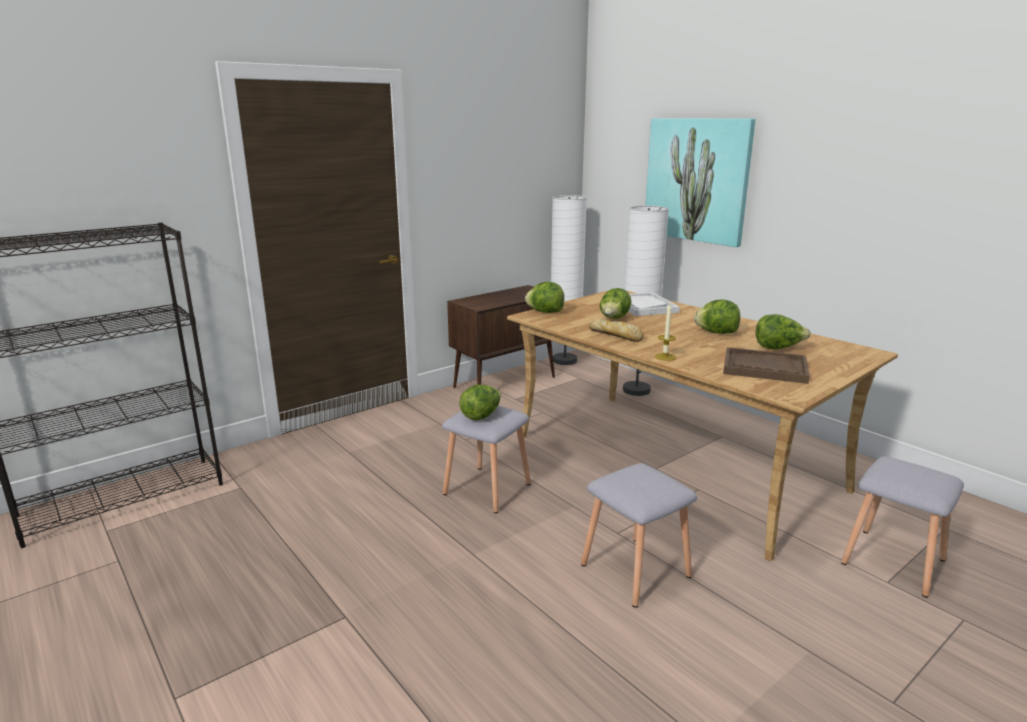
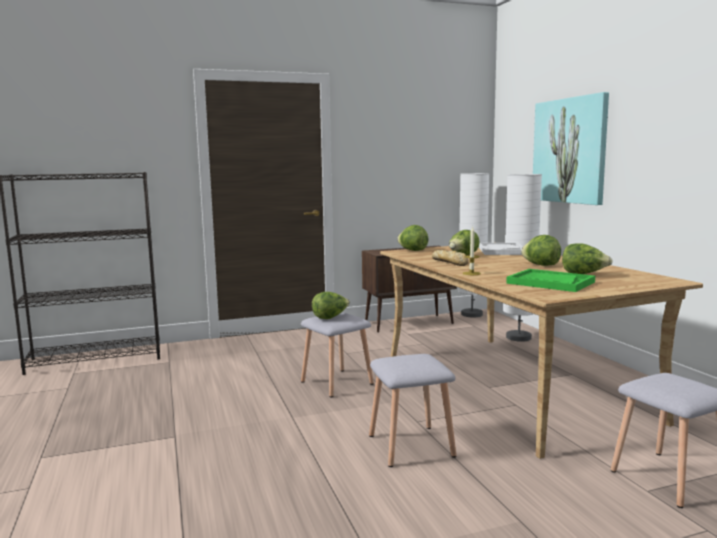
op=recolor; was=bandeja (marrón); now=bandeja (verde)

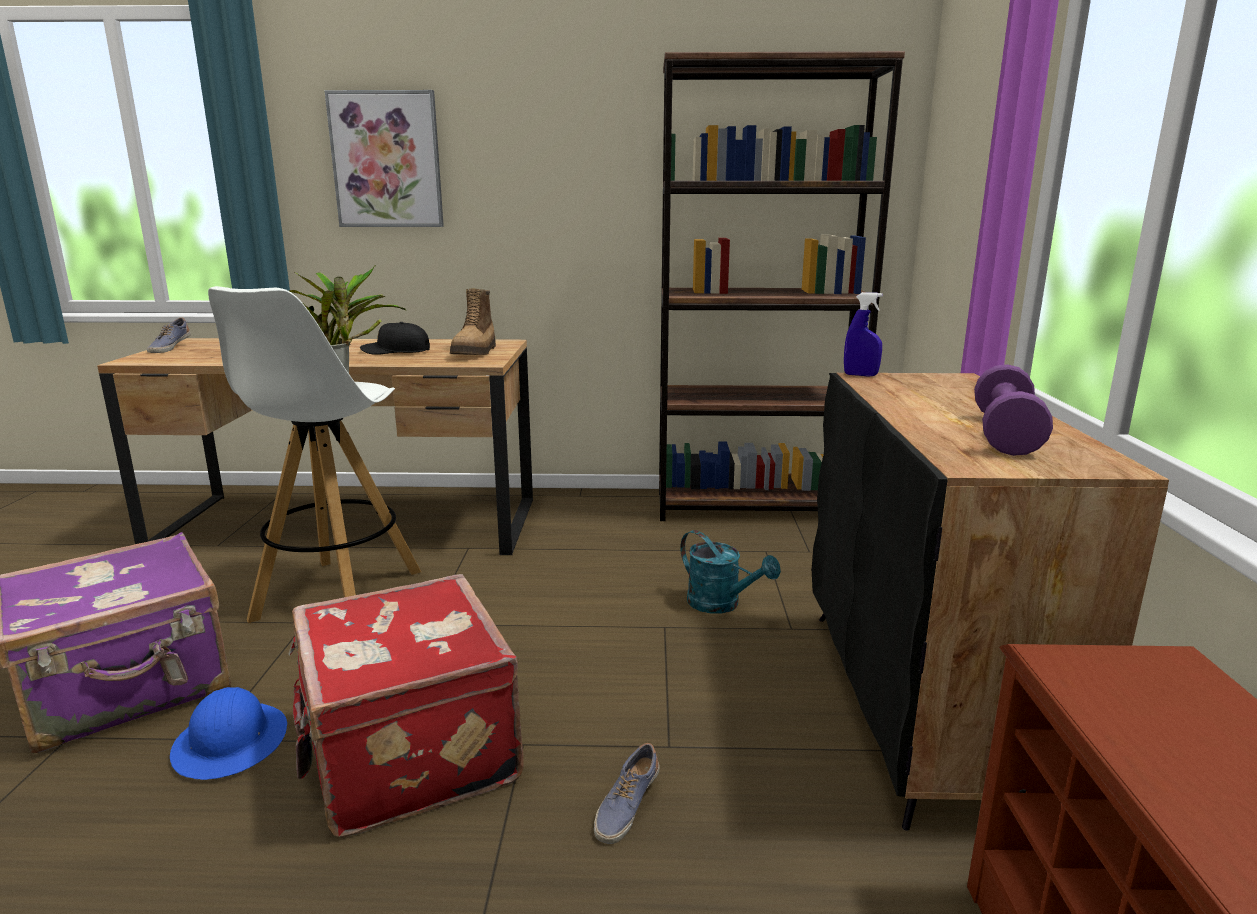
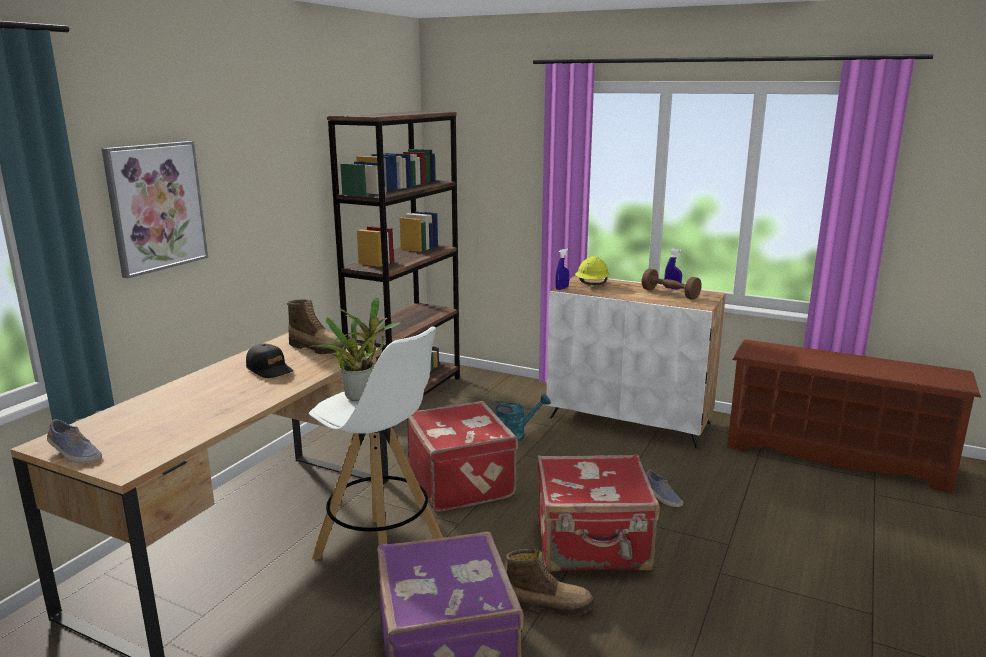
op=rotate; was=gorra (negro); clockwise=-75
op=recolor; was=mancuerna (morado); now=mancuerna (marrón)
op=recolor; was=armario (negro); now=armario (blanco)
op=replace; was=casco (azul); now=bota (2nd from left)
op=insert; now=pulverizador (azul) (2nd from left)
op=insert; now=casco (amarillo)
op=insert; now=maleta (rojo) (1st from left)

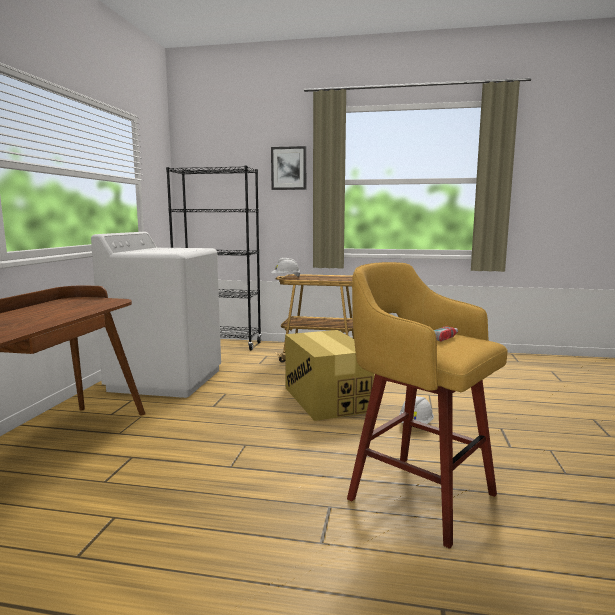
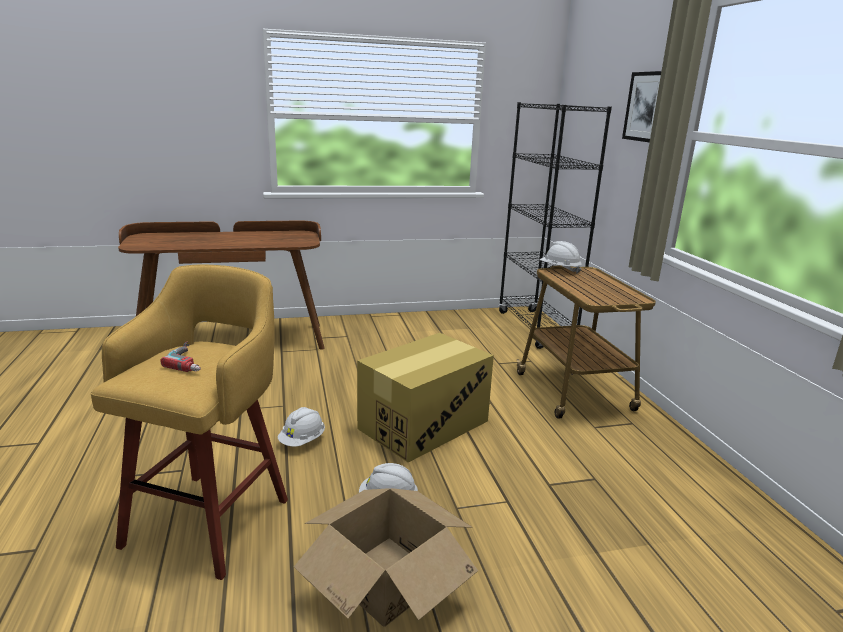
op=delete; was=lavadora (blanco)
op=insert; now=casco (blanco) (1st from left)
op=insert; now=caja de cartón (1st from left)

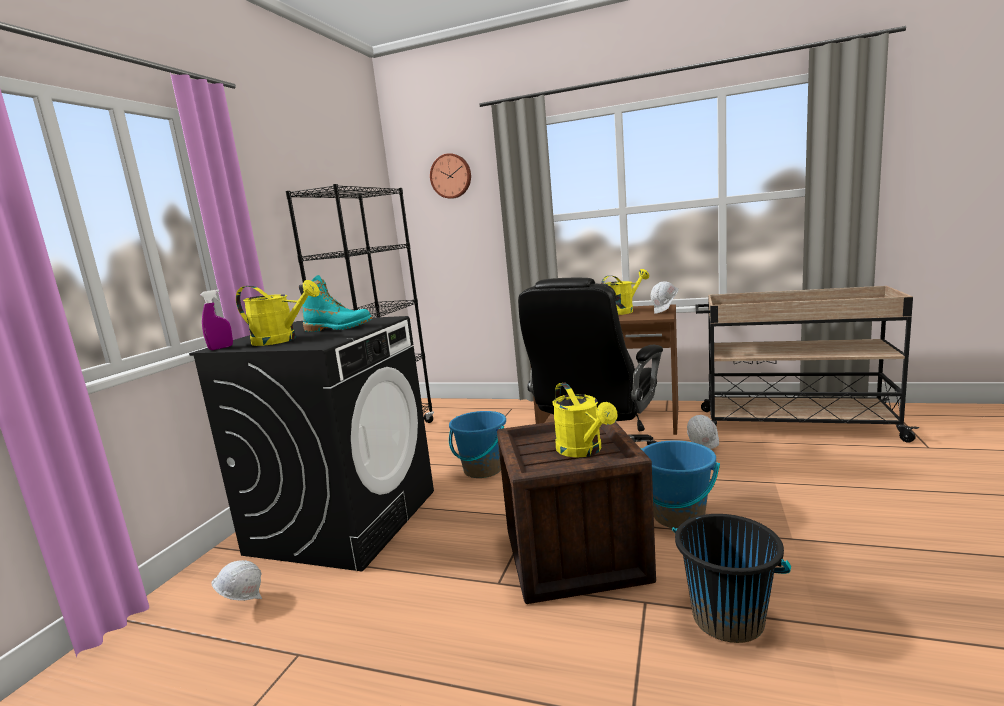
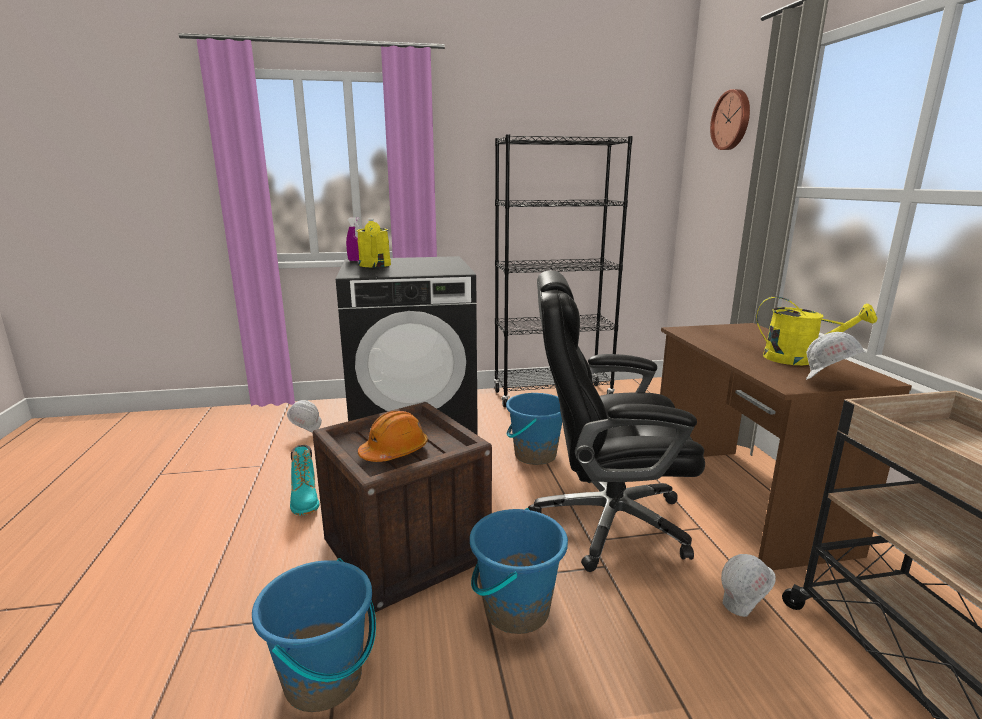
op=move; was=bota (turquesa)
op=replace; was=regadera (amarillo) (2nd from left); now=casco (naranja)
op=recolor; was=cubo (negro); now=cubo (azul) (1st from left)

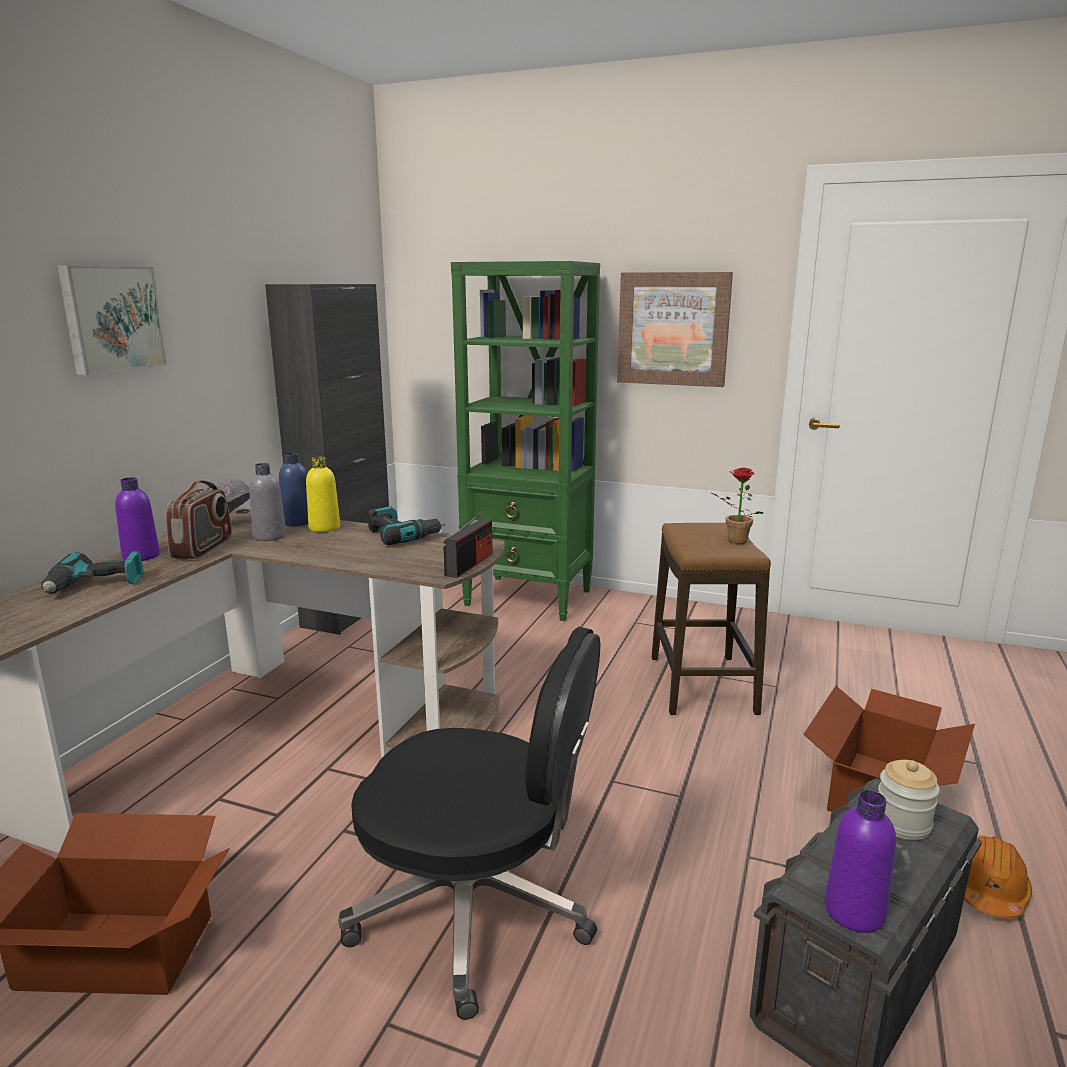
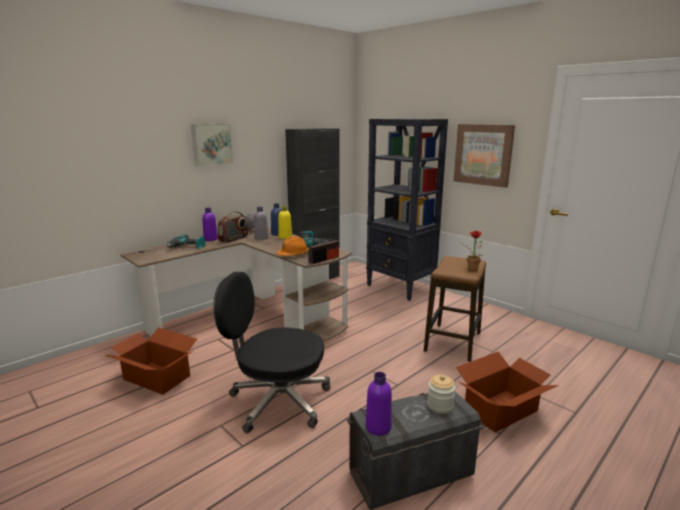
op=recolor; was=estantería (verde); now=estantería (negro)
op=rotate; was=silla de oficina (negro); clockwise=150
op=move; was=casco (naranja)

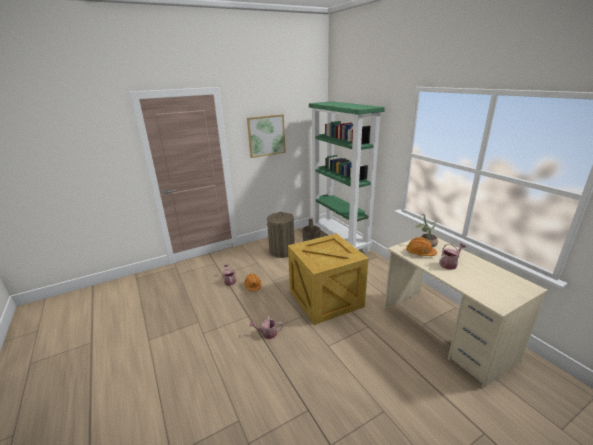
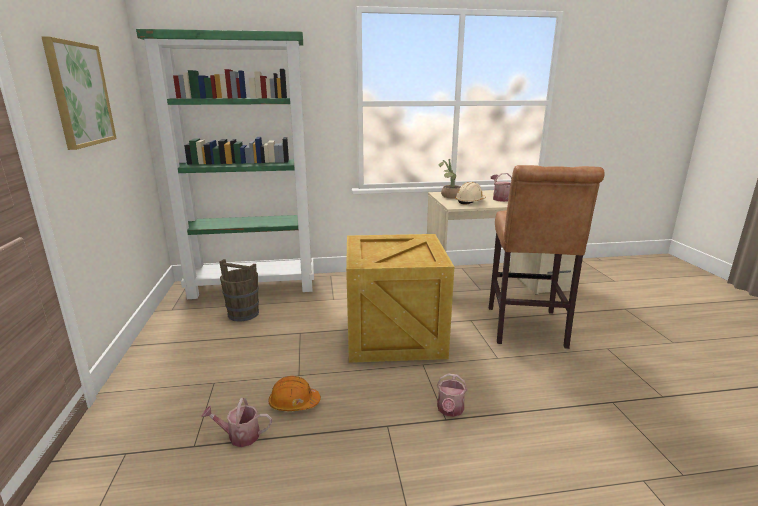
op=delete; was=cesto de la ropa
op=recolor; was=casco (naranja) (2nd from left); now=casco (beis)
op=insert; now=taburete (marrón)

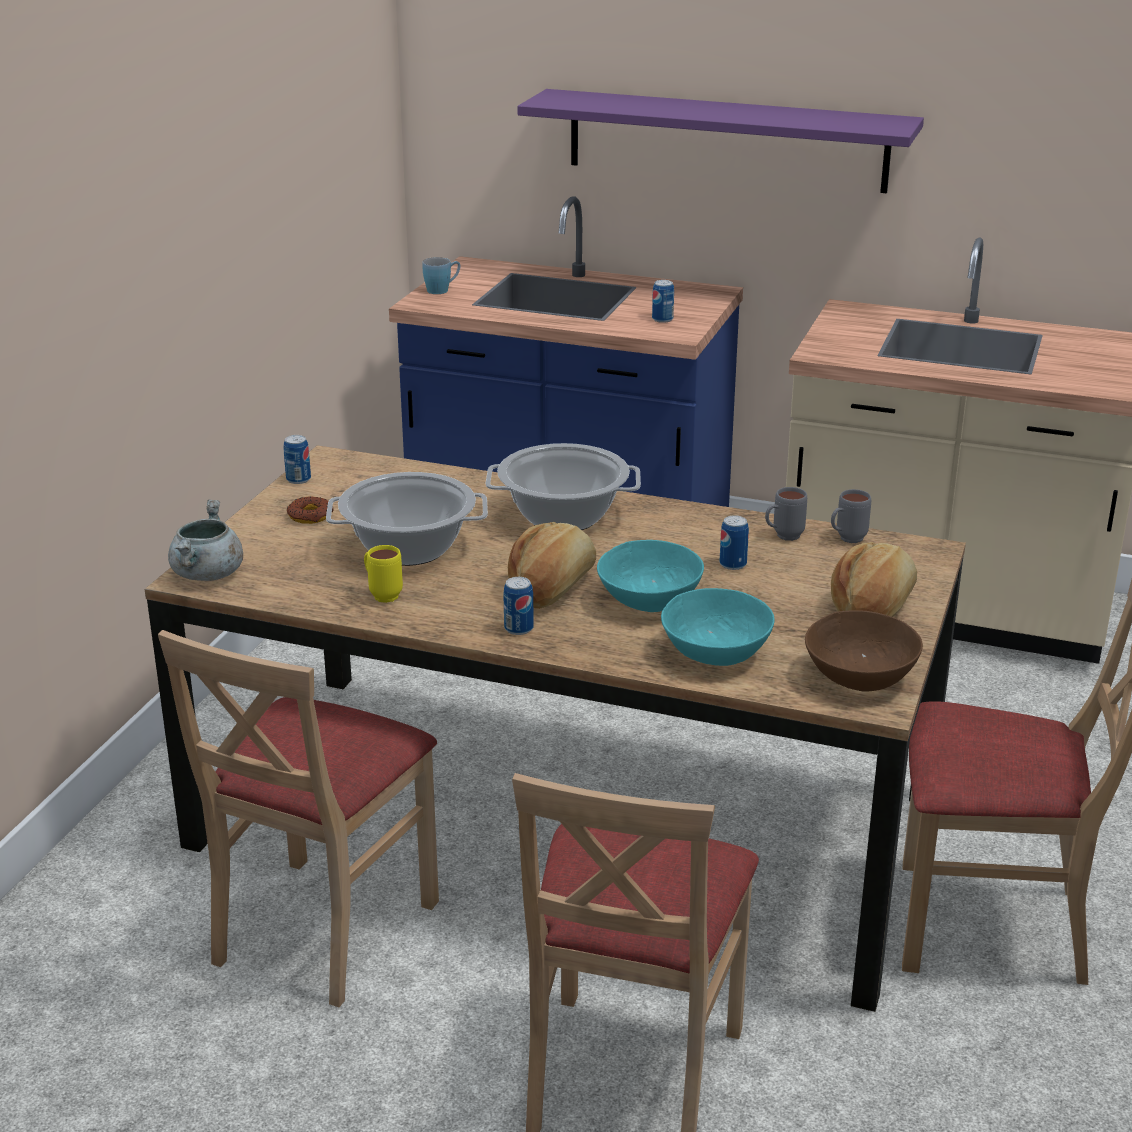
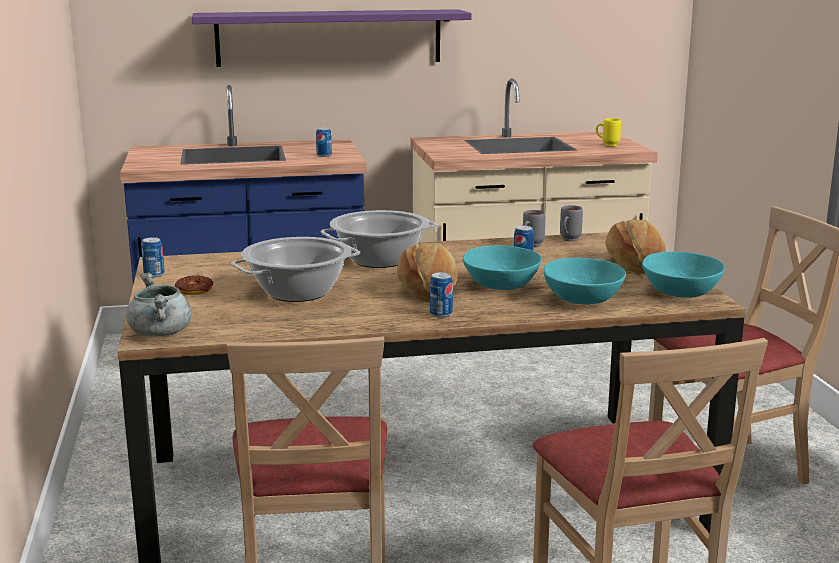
op=delete; was=taza grande (azul)
op=move; was=taza grande (amarillo)
op=recolor; was=cuenco (marrón); now=cuenco (turquesa) (3rd from left)

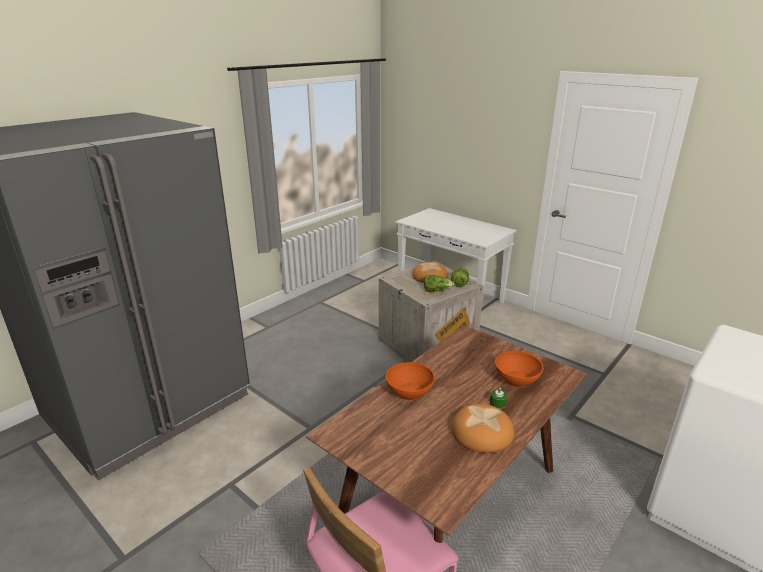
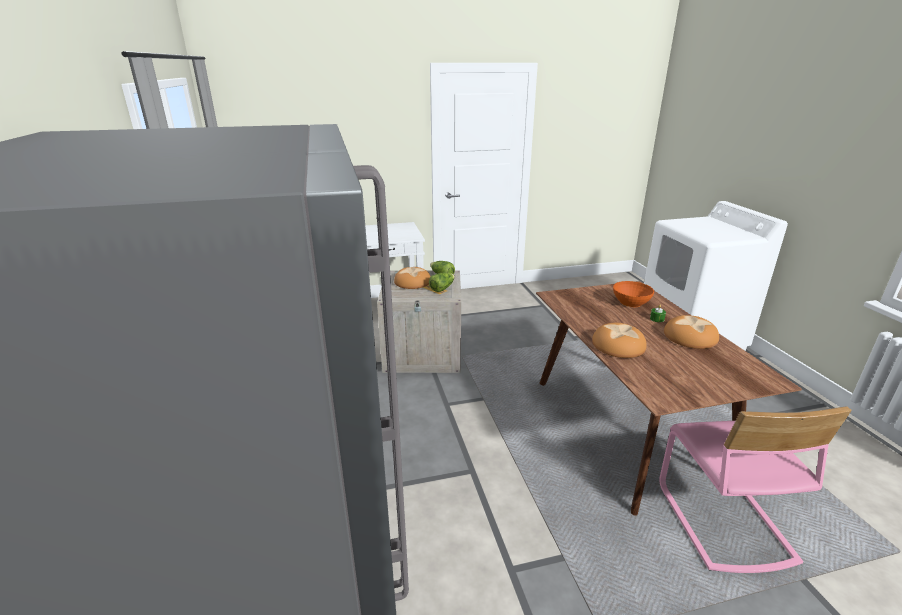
op=replace; was=cuenco (naranja) (1st from left); now=pan (2nd from left)

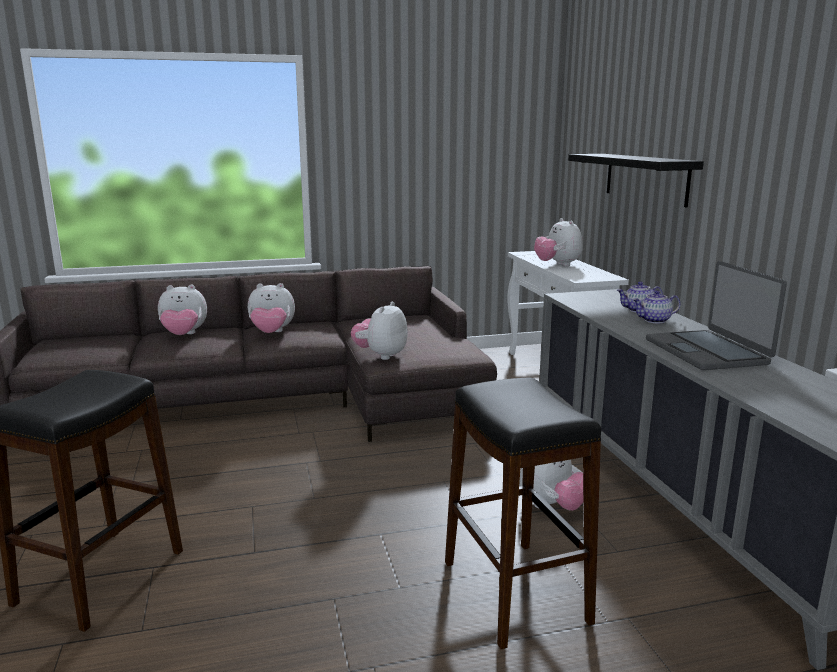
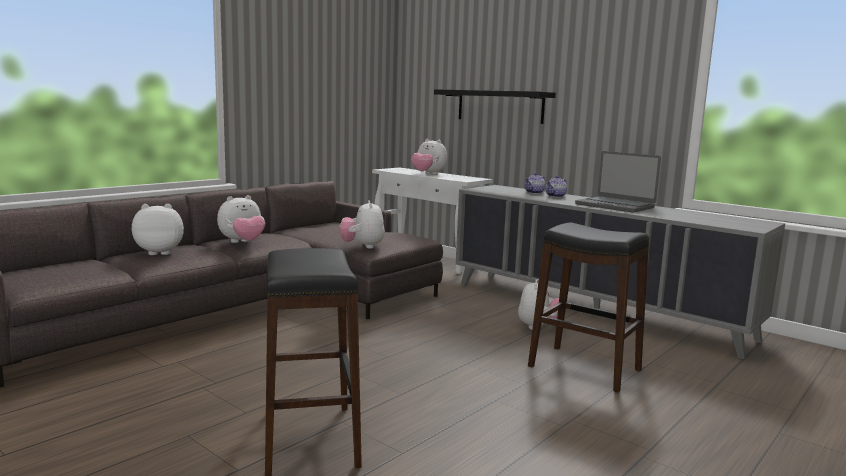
op=rotate; was=peluche (1st from left); clockwise=-150

